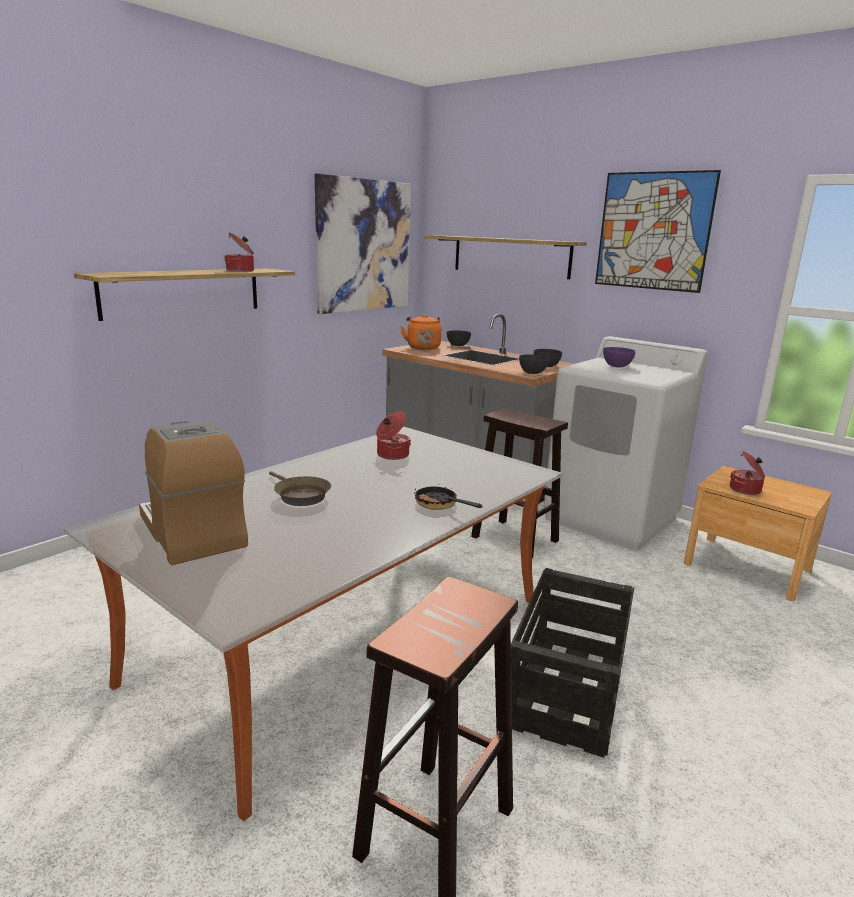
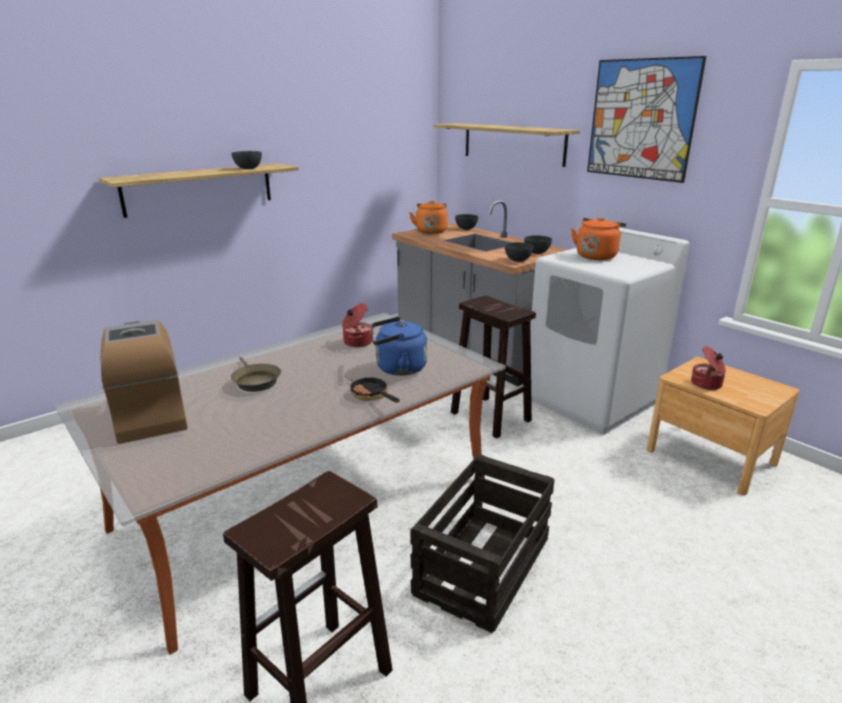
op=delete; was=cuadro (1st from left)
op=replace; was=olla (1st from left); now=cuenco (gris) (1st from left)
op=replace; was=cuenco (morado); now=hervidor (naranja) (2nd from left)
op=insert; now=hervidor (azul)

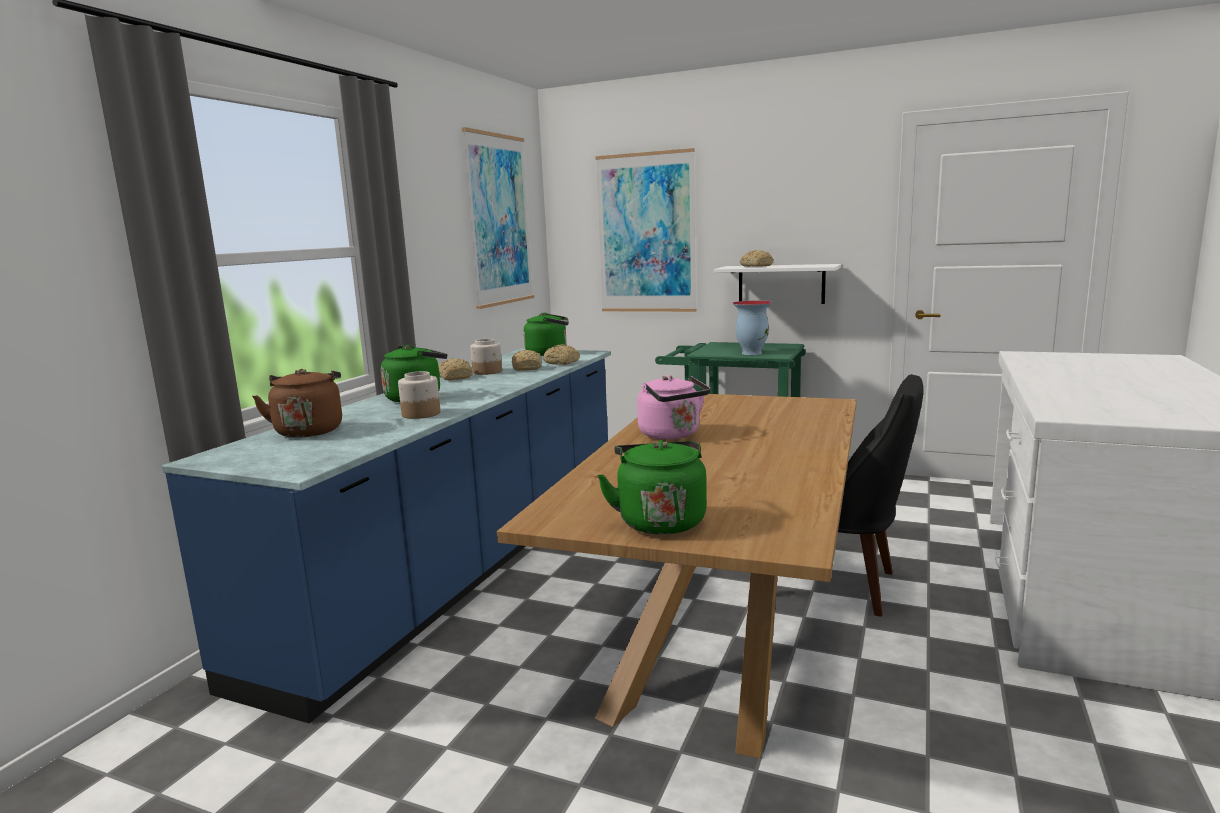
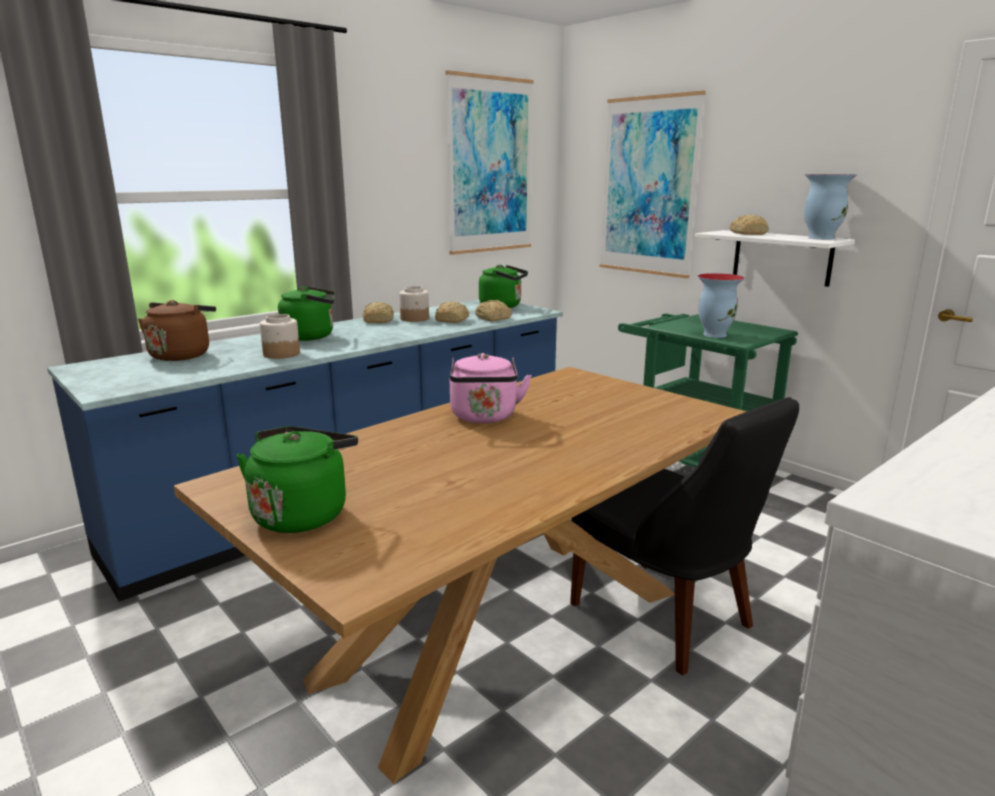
op=insert; now=florero (2nd from left)

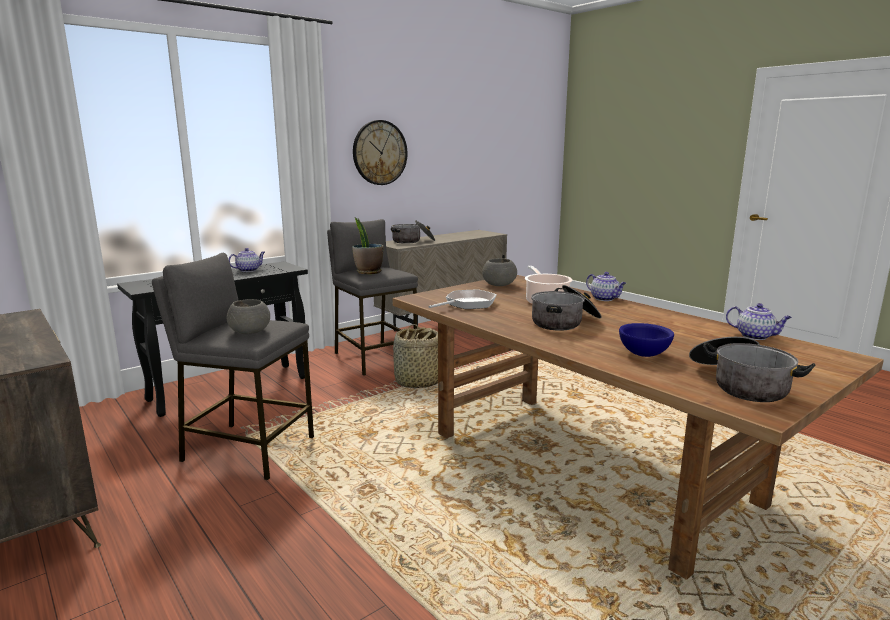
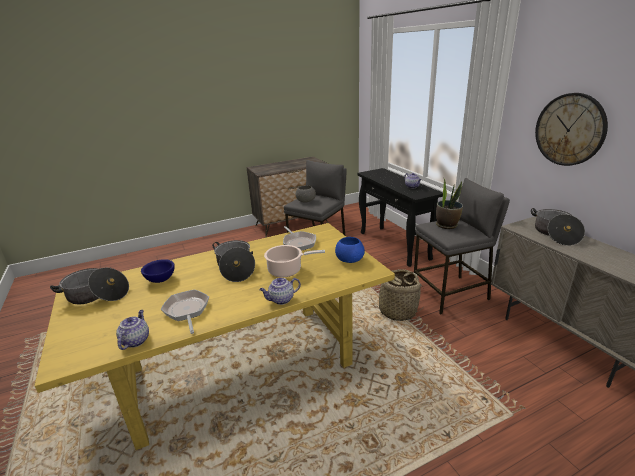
op=recolor; was=cuenco (gris) (2nd from left); now=cuenco (azul) (2nd from left)
op=recolor; was=mesa de comedor (marrón); now=mesa de comedor (amarillo)
op=rotate; was=tetera (3rd from left in the first image); clockwise=135
op=insert; now=sartén (1st from left)

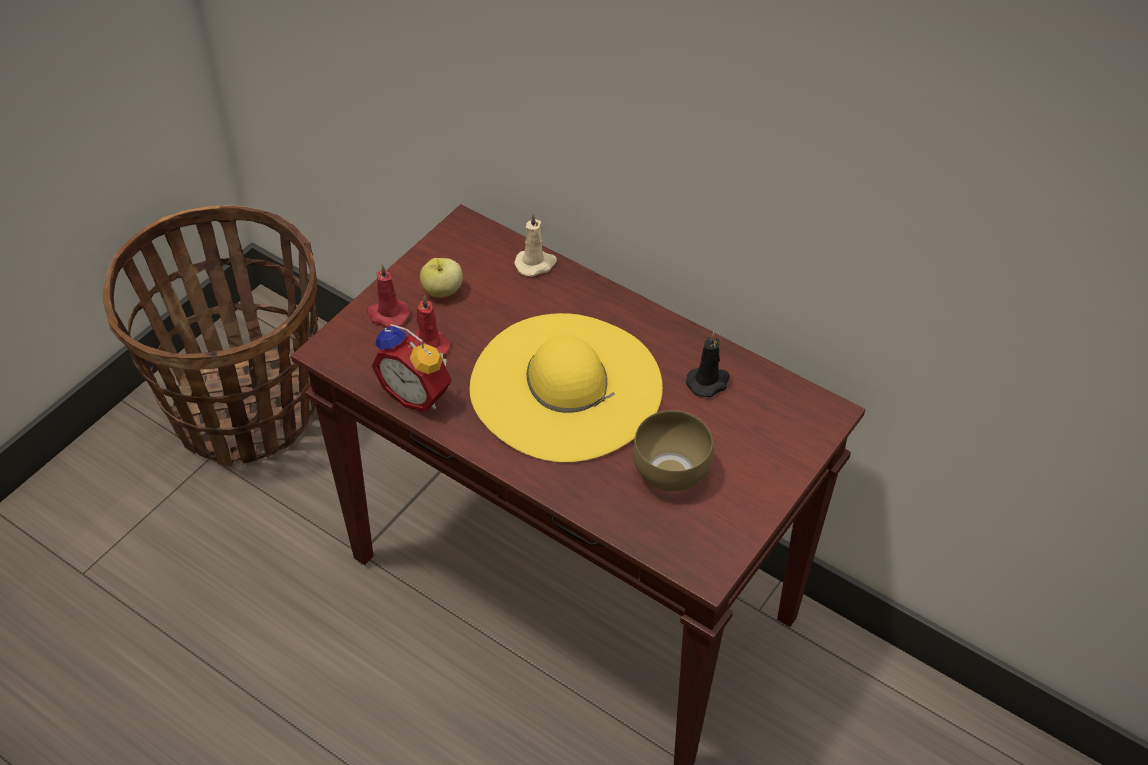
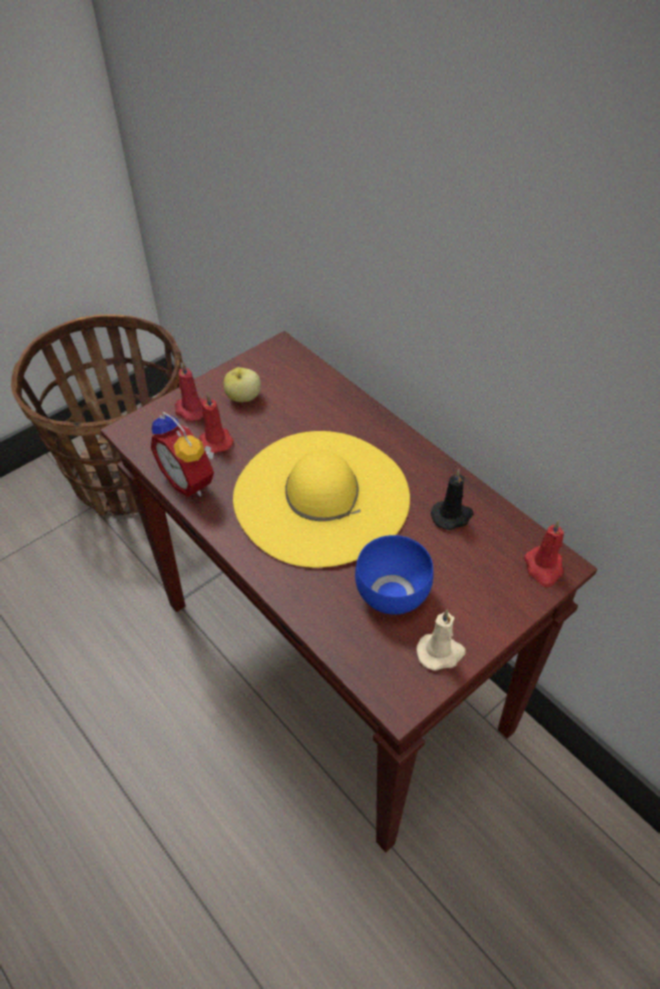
op=move; was=vela (beis)
op=recolor; was=cuenco (marrón); now=cuenco (azul)
op=insert; now=vela (rojo) (3rd from left)

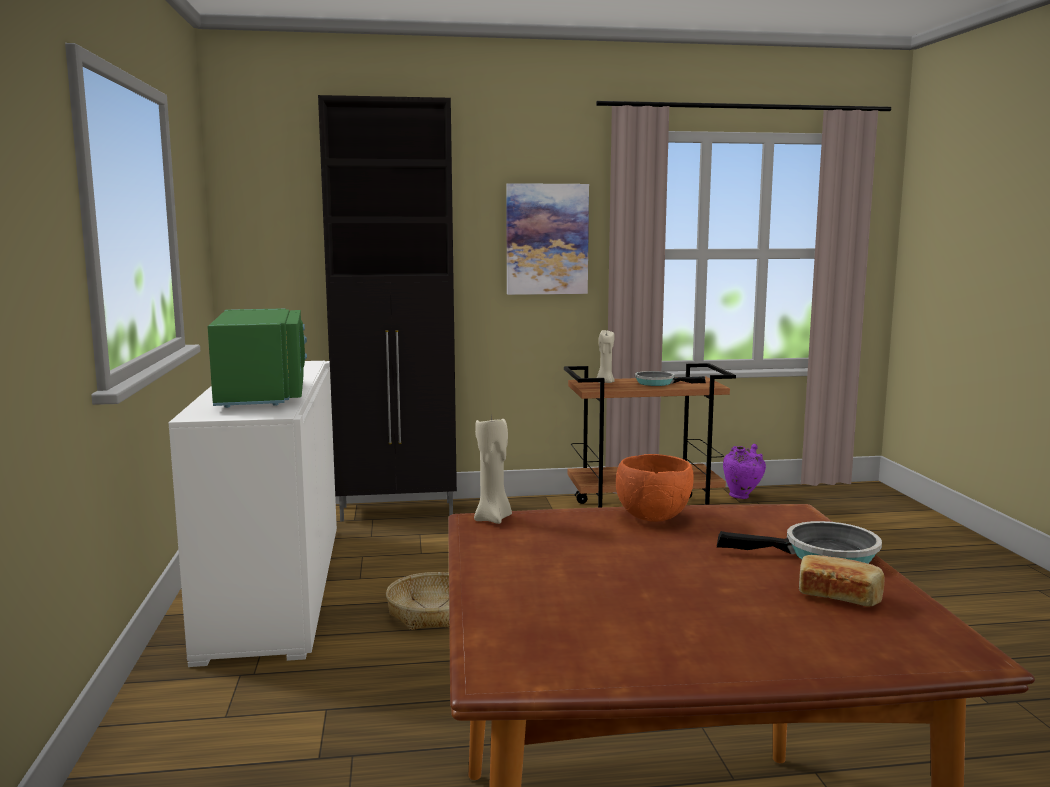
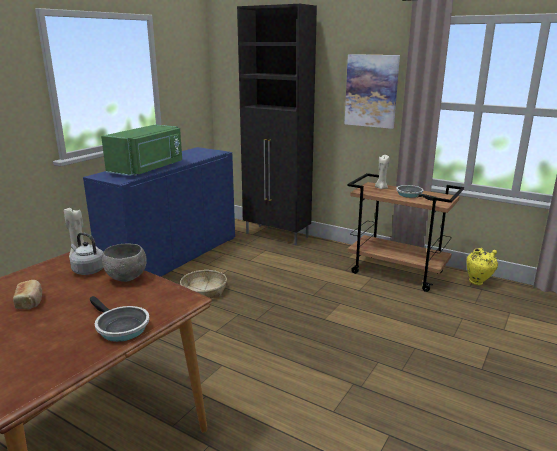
op=recolor; was=armario (blanco); now=armario (azul)
op=recolor; was=florero (morado); now=florero (amarillo)
op=recolor; was=cuenco (naranja); now=cuenco (gris)
op=move; was=pan
op=insert; now=hervidor (gris)

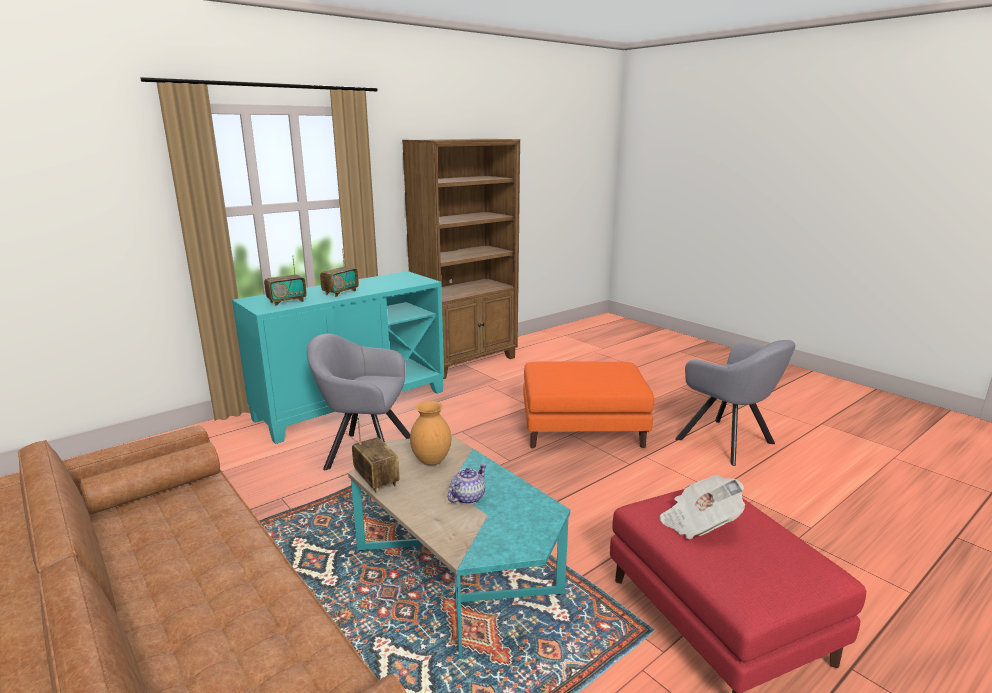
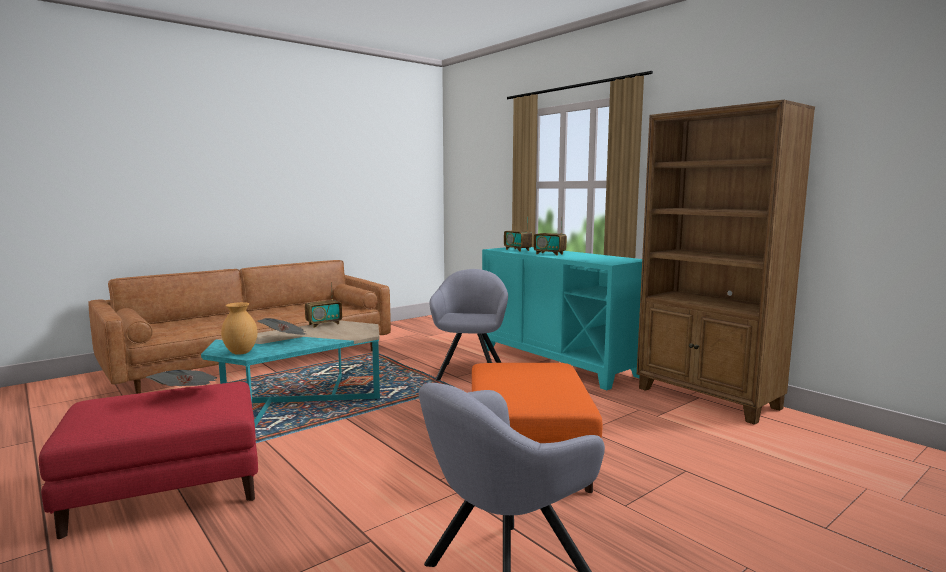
op=move; was=florero (marrón)
op=replace; was=tetera; now=periódico (2nd from left)

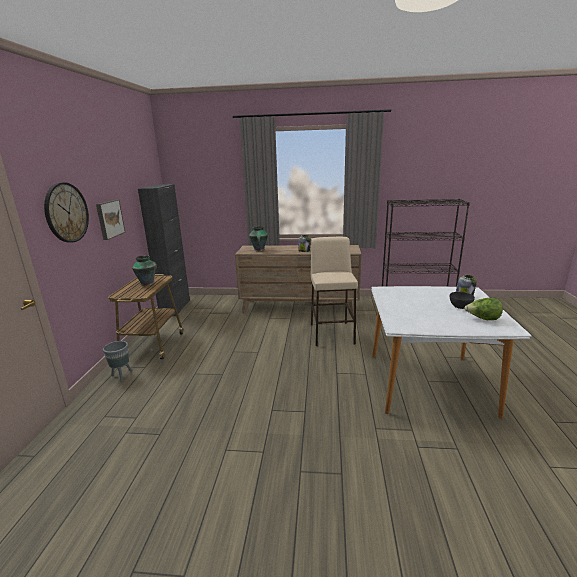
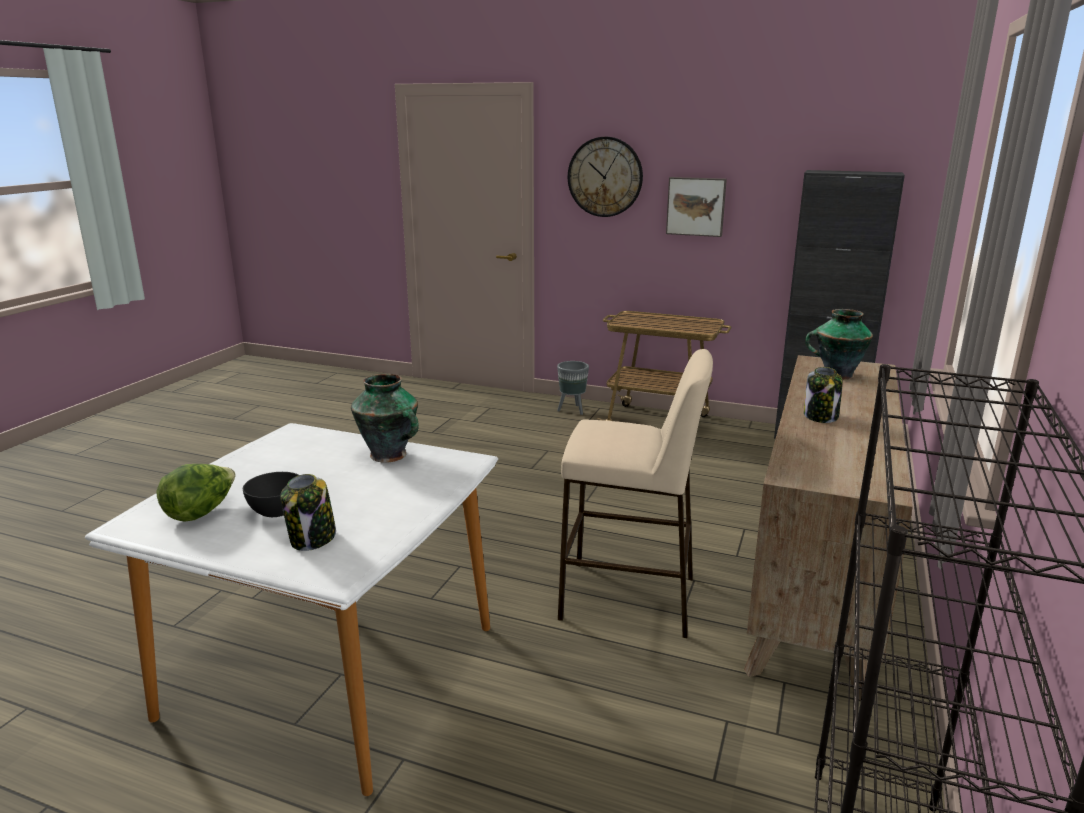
op=move; was=florero (1st from left)

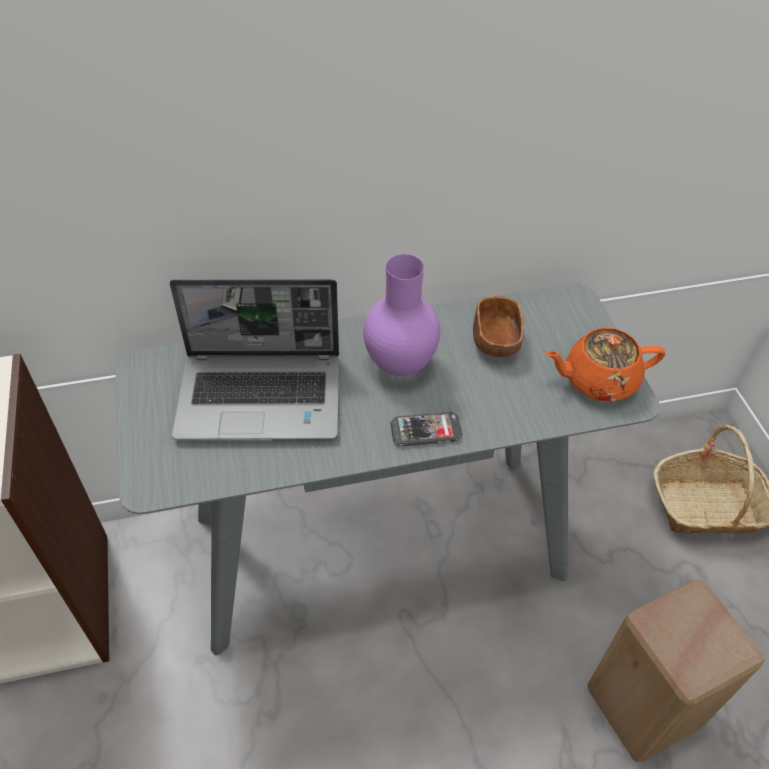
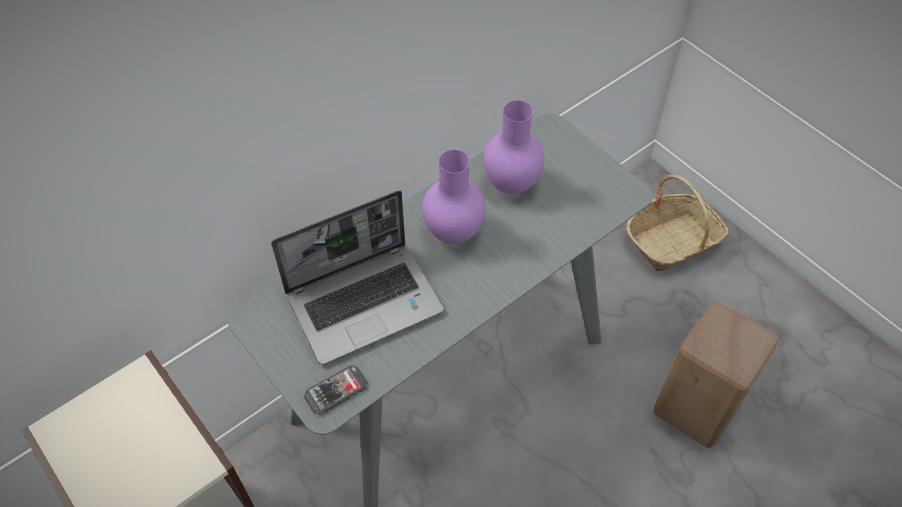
op=replace; was=cuenco (marrón); now=florero (morado) (2nd from left)
op=delete; was=tetera (naranja)
op=move; was=móvil

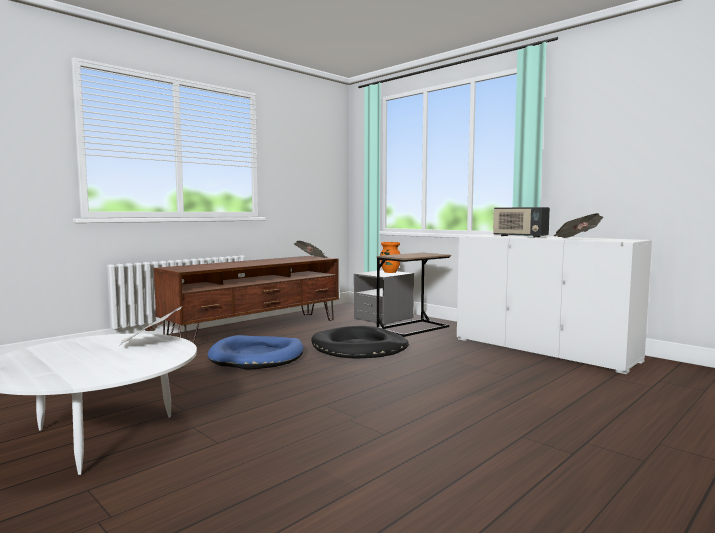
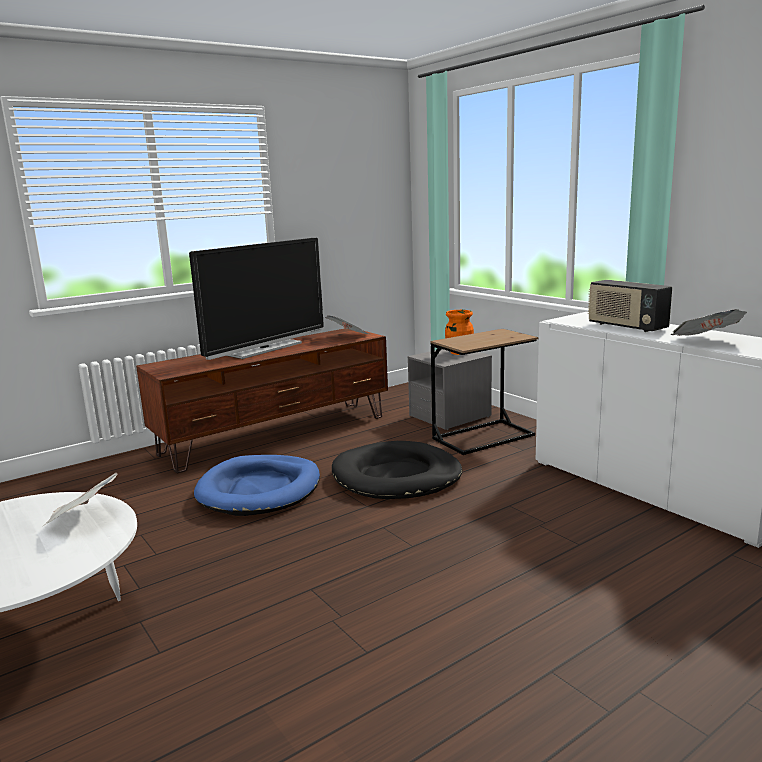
op=insert; now=televisor

